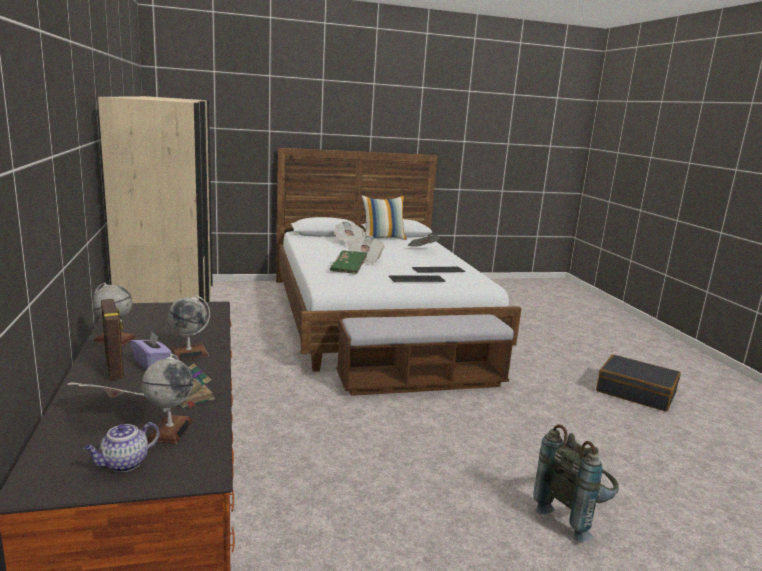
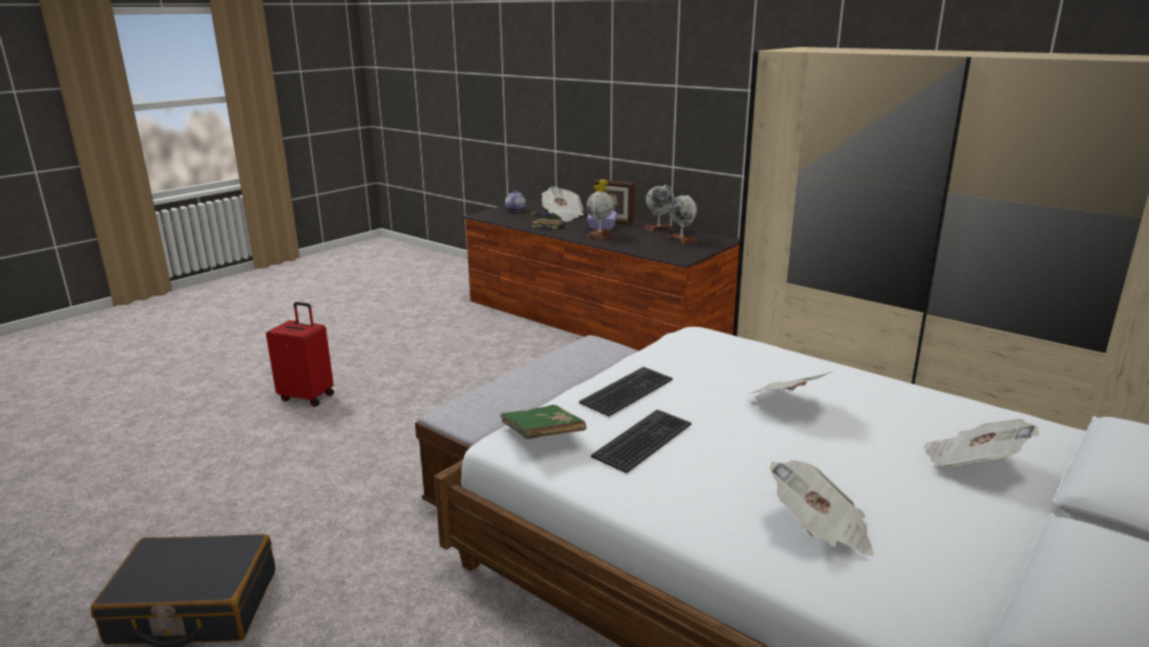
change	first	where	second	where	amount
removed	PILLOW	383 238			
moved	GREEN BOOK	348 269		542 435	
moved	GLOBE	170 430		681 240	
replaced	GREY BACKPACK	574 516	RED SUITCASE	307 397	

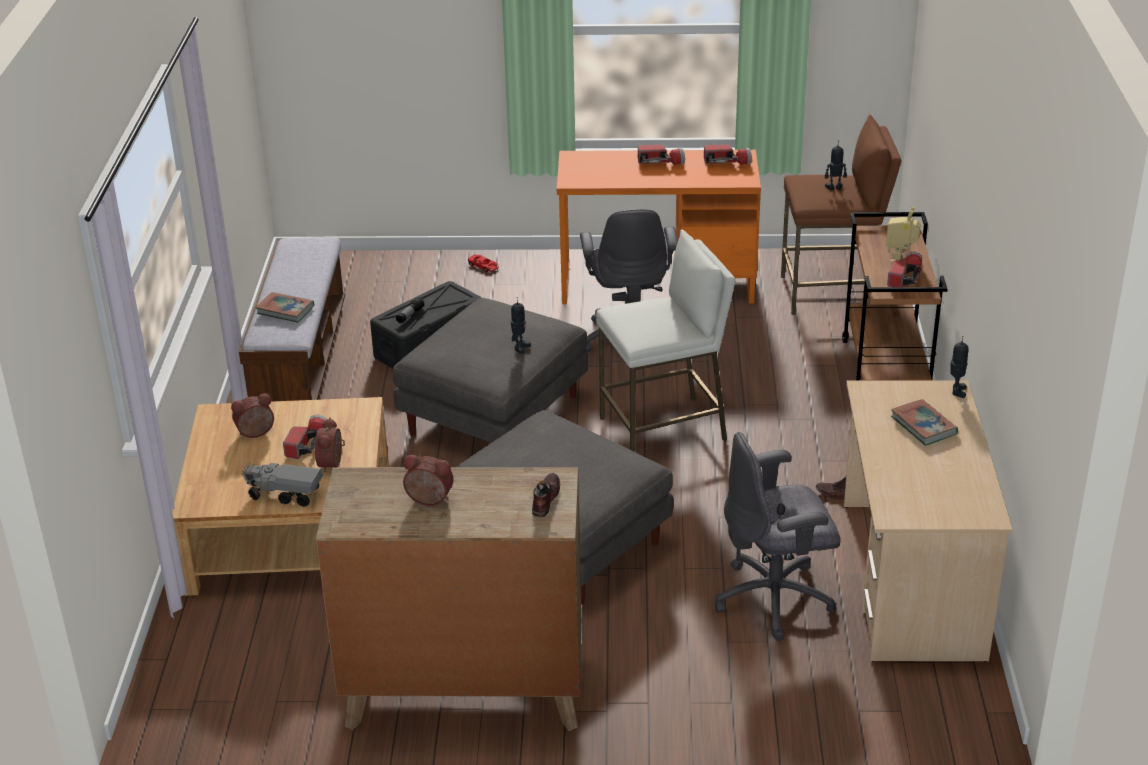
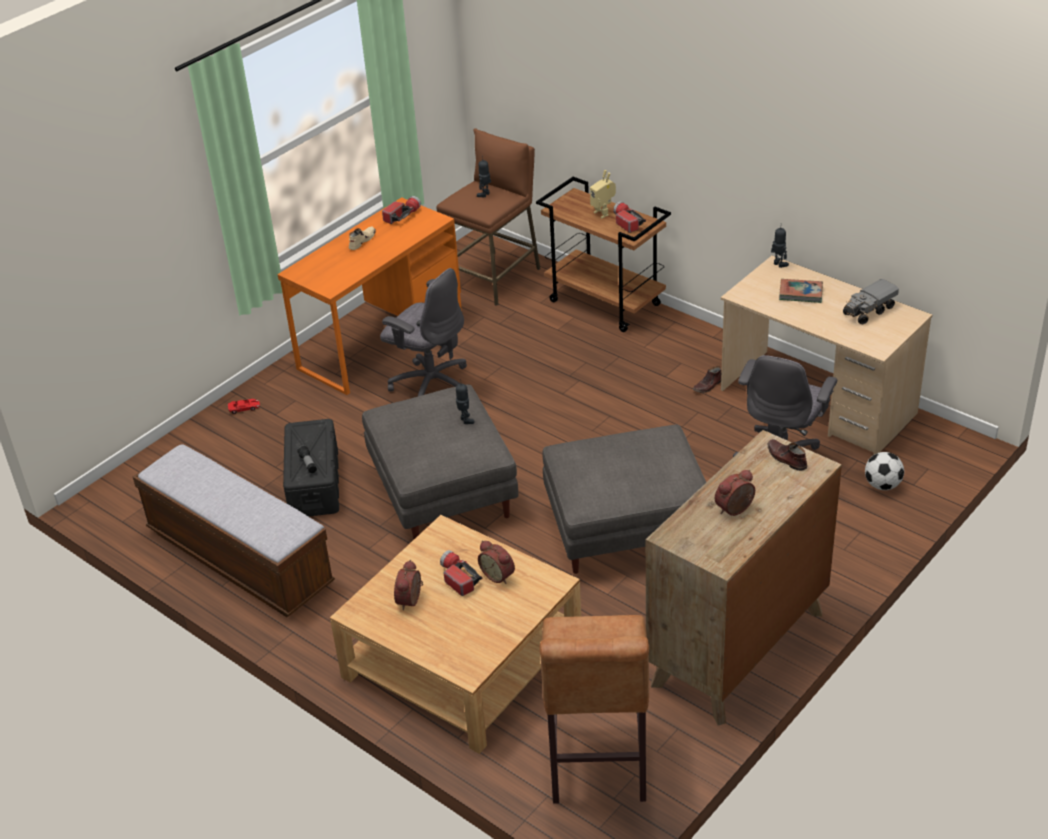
change	first	where	second	where	amount
replaced	FLASHLIGHT	660 163	BEIGE SHOE	362 241	
removed	WHITE STOOL	663 429			
removed	BOOK	285 310			
moved	TOY TRUCK	284 494		868 311	
added			FOOTBALL	882 485	
added			BROWN STOOL	597 767	

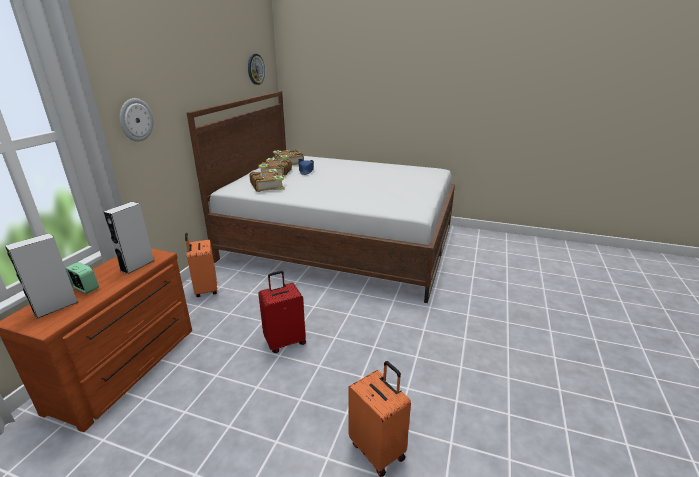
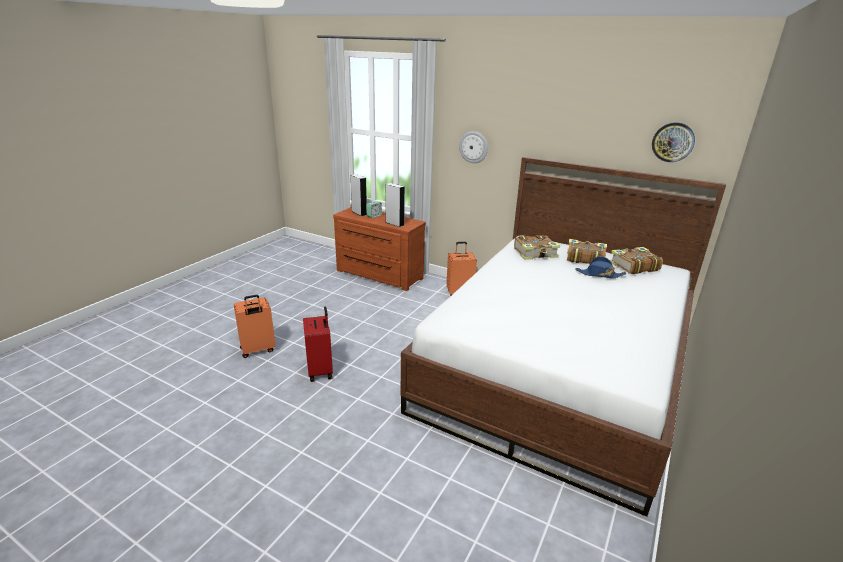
change	first	where	second	where	amount
moved	RED SUITCASE	285 341		321 371	

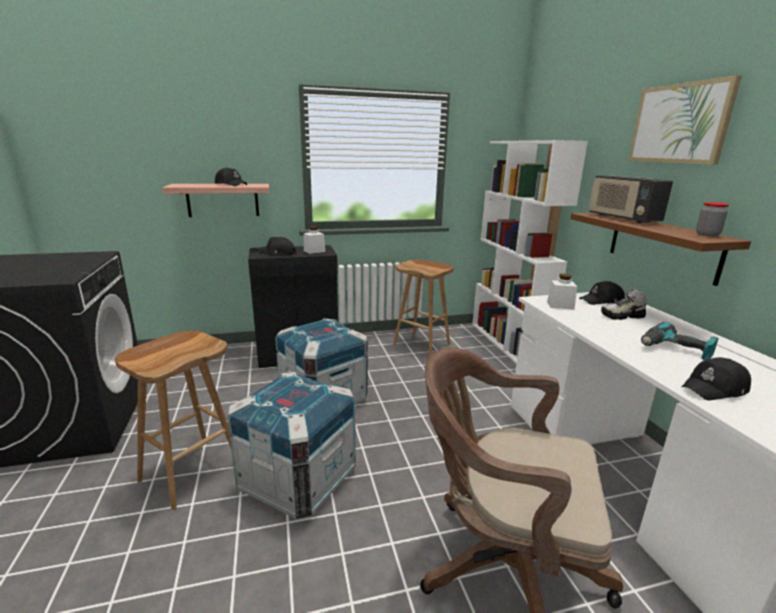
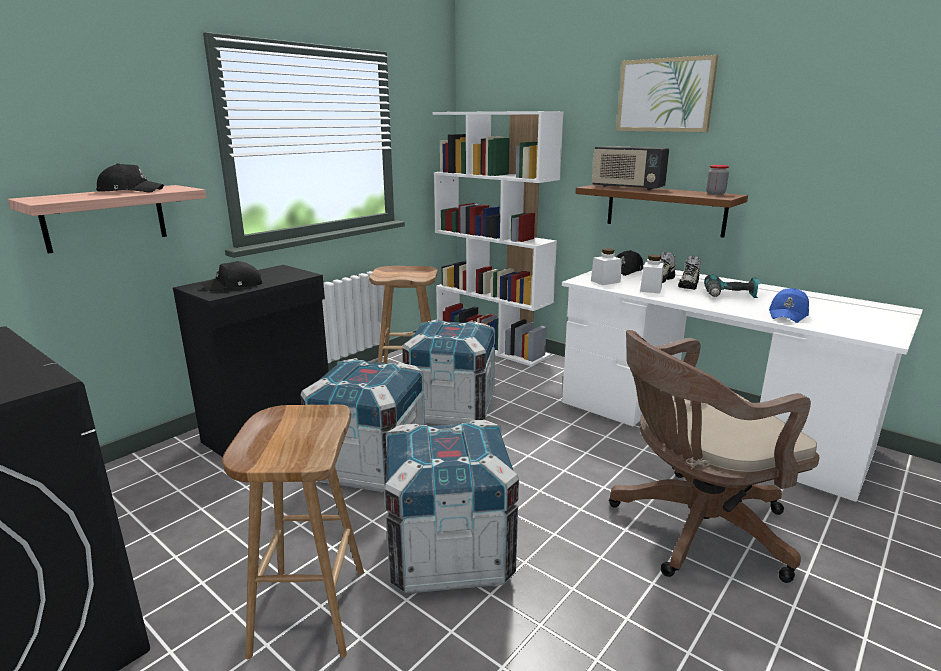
change	first	where	second	where	amount
moved	WHITE JAR	314 251		651 289	
recoloured	BLACK CAP	715 389	BLUE CAP	788 314	
added			SHOE	689 285	
added			CRATE	451 408	

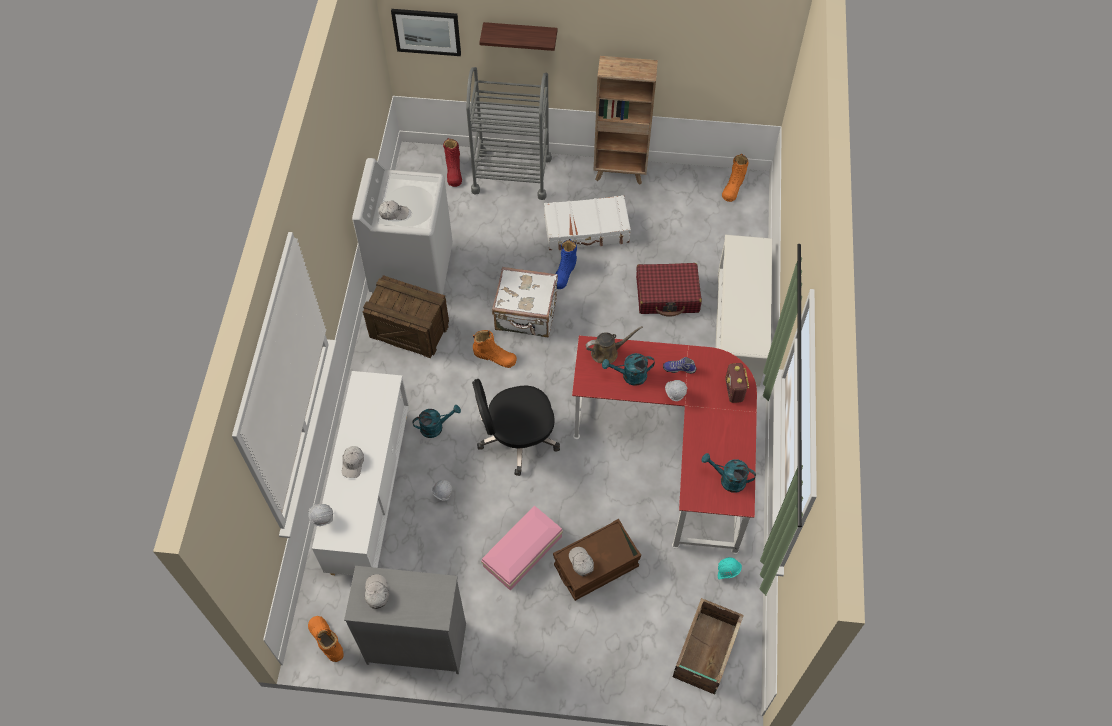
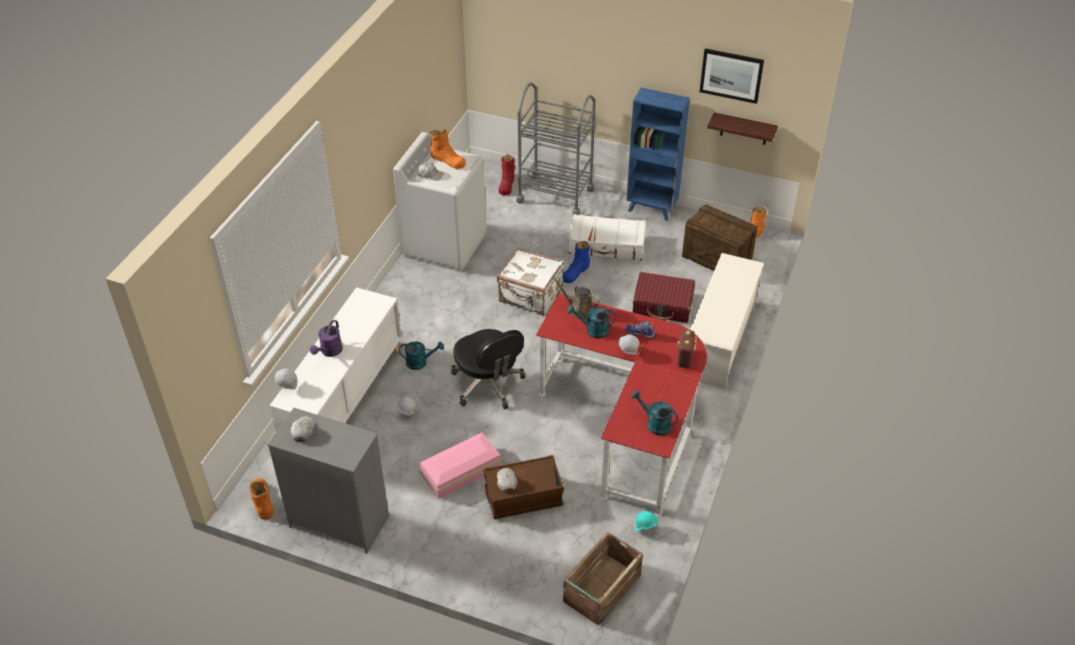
change	first	where	second	where	amount
moved	PICTURE	426 31		731 75	
moved	SHELF	520 35		744 129	
recoloured	BROWN BOOKCASE	620 172	BLUE BOOKCASE	652 209	
moved	CRATE	410 330		717 258	
turned	BROWN WATERING CAN	607 352		579 310	150 degrees counterclockwise
moved	ORANGE BOOT	495 357		448 160	
turned	BLACK OFFICE CHAIR	517 438		488 385	120 degrees counterclockwise
replaced	WHITE CAP	353 463	PURPLE WATERING CAN	329 352	

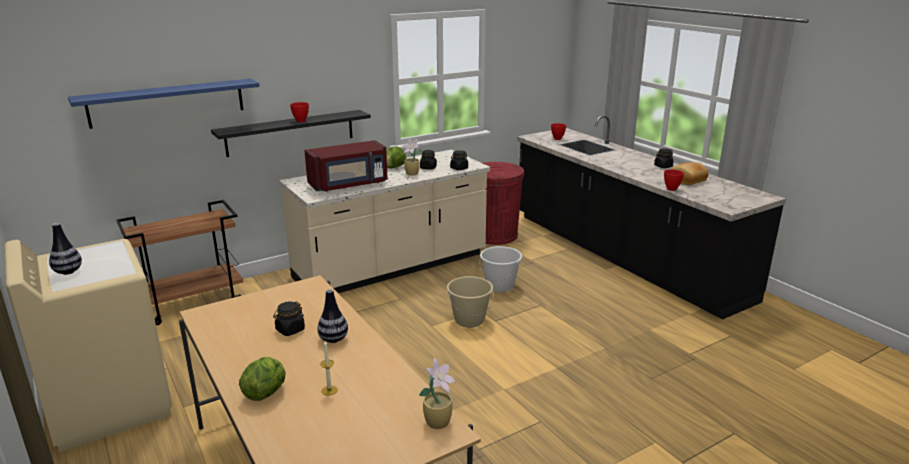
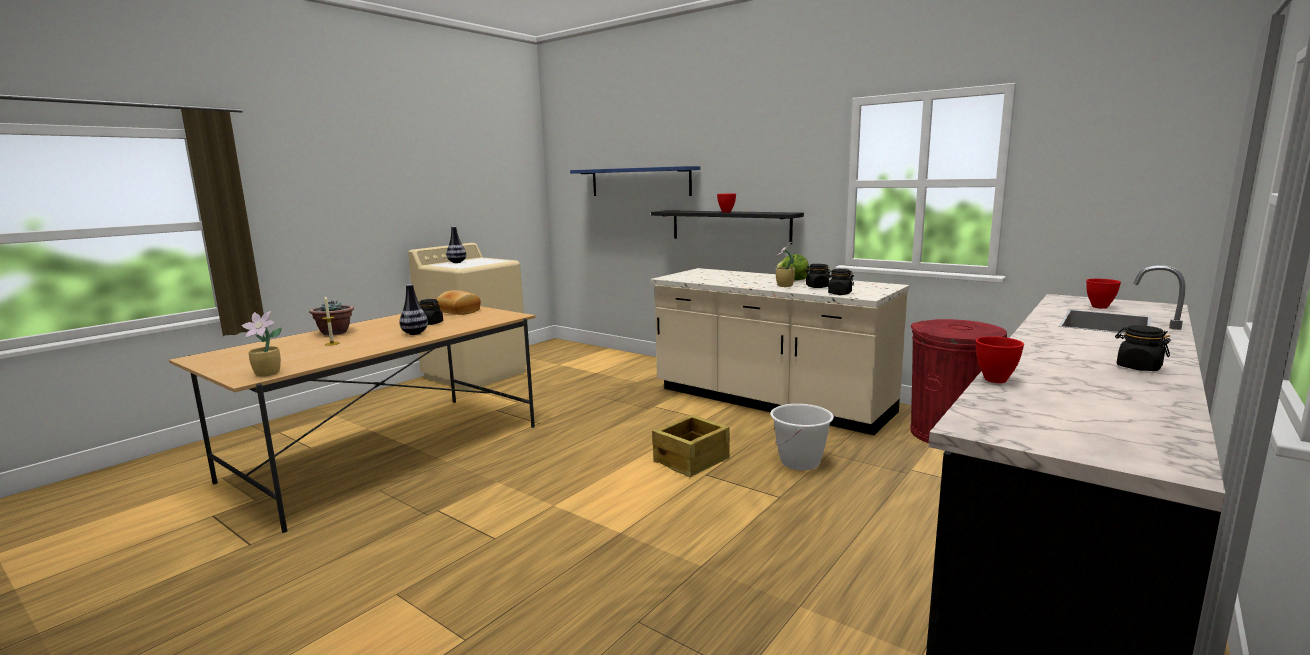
change	first	where	second	where	amount
removed	RED MICROWAVE	349 185			
moved	BREAD	688 180		458 312	
removed	BROWN CART	193 303			
replaced	BEIGE BUCKET	469 320	CRATE	692 460	
replaced	LETTUCE	266 392	POTTED PLANT	335 332	

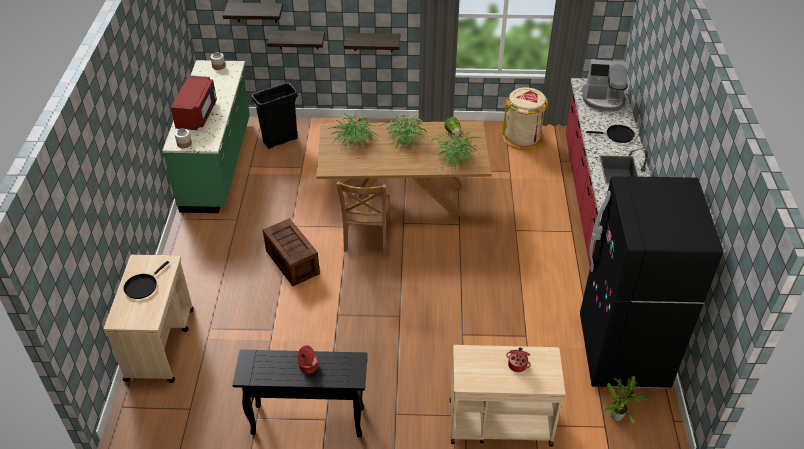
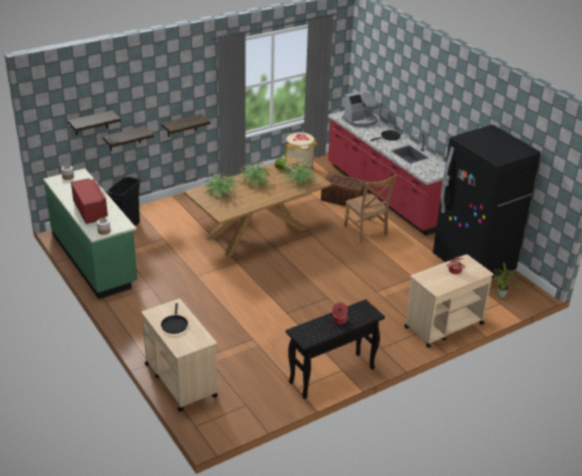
change	first	where	second	where	amount
moved	BROWN CHAIR	366 239		366 231	
moved	CRATE	292 261		342 199	

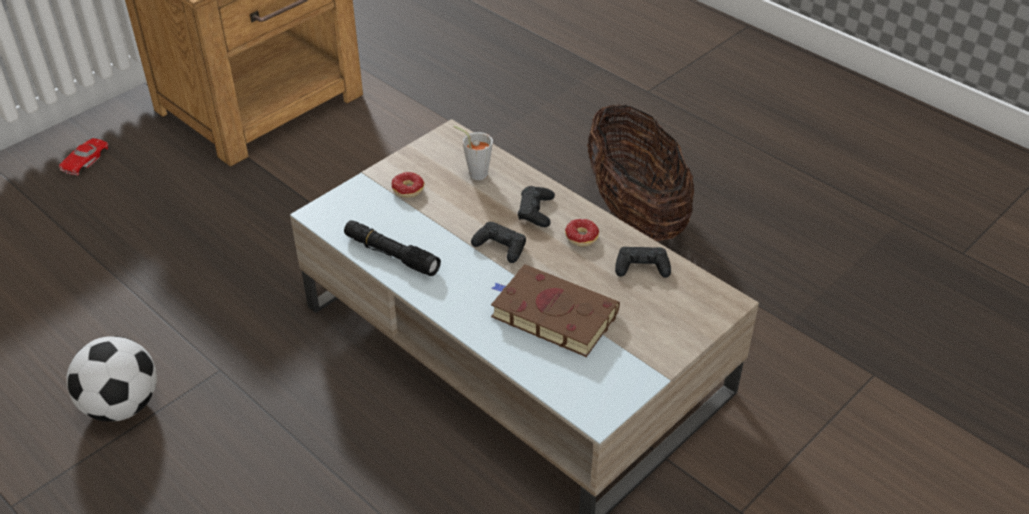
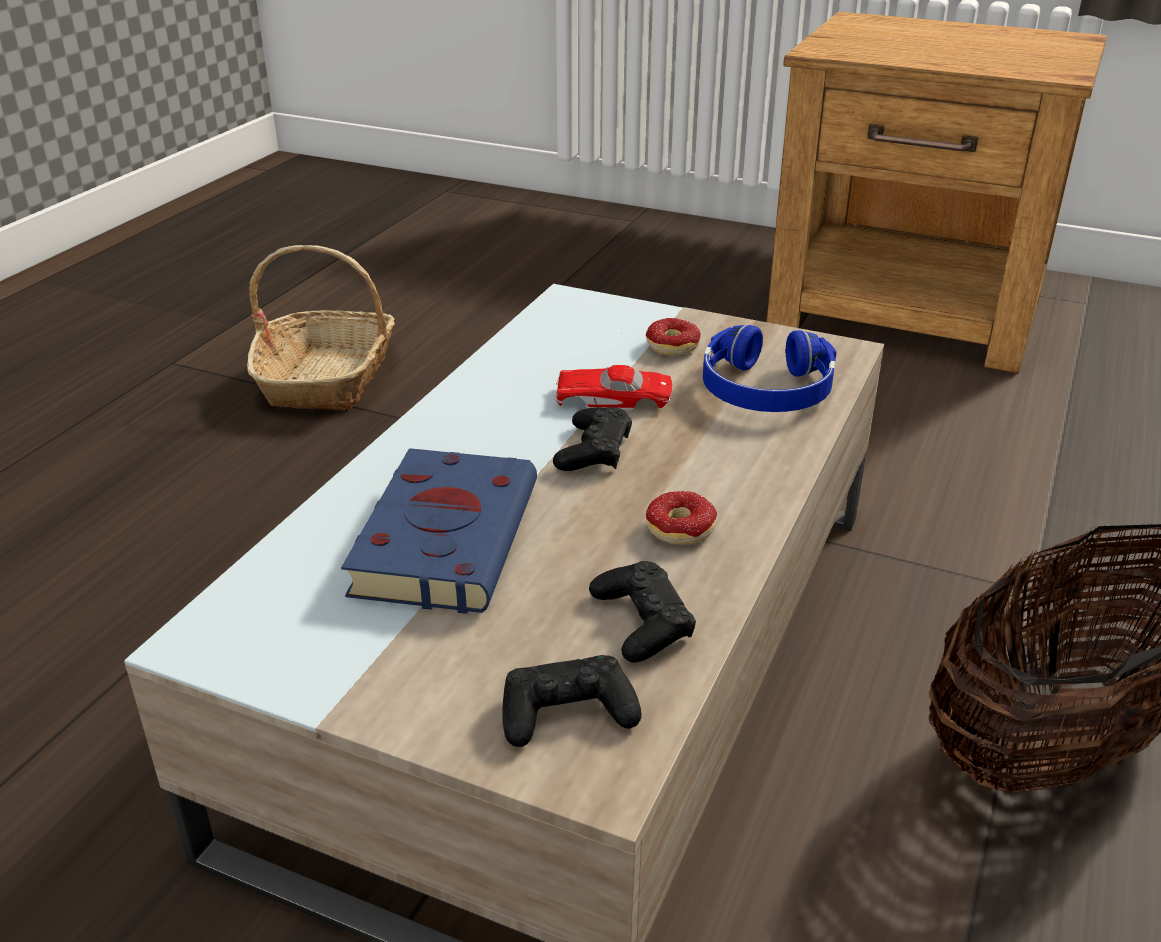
change	first	where	second	where	amount
replaced	GREY CUP	474 172	BLUE HEADPHONES	766 389	
moved	RED TOY CAR	85 160		613 397	
moved	BLACK GAME CONTROLLER	536 211		567 712	
removed	BLACK FLASHLIGHT	391 254			
recoloured	BROWN BOOK	551 314	BLUE BOOK	447 536	
replaced	FOOTBALL	122 405	BASKET	329 378	

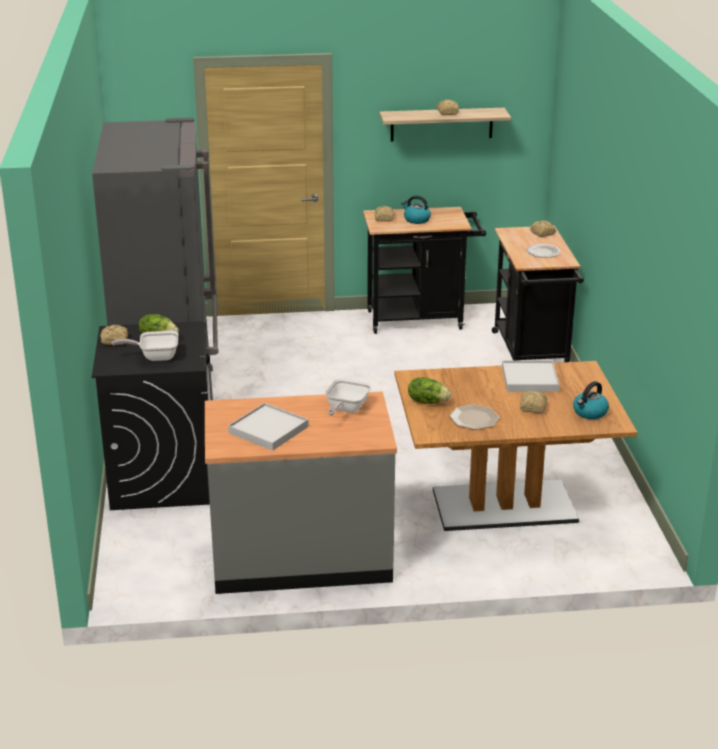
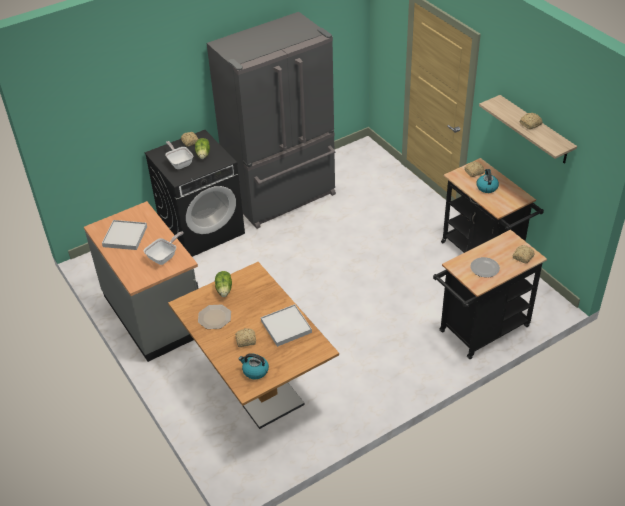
change	first	where	second	where	amount
turned	FRYING PAN	345 410		164 257	135 degrees clockwise

